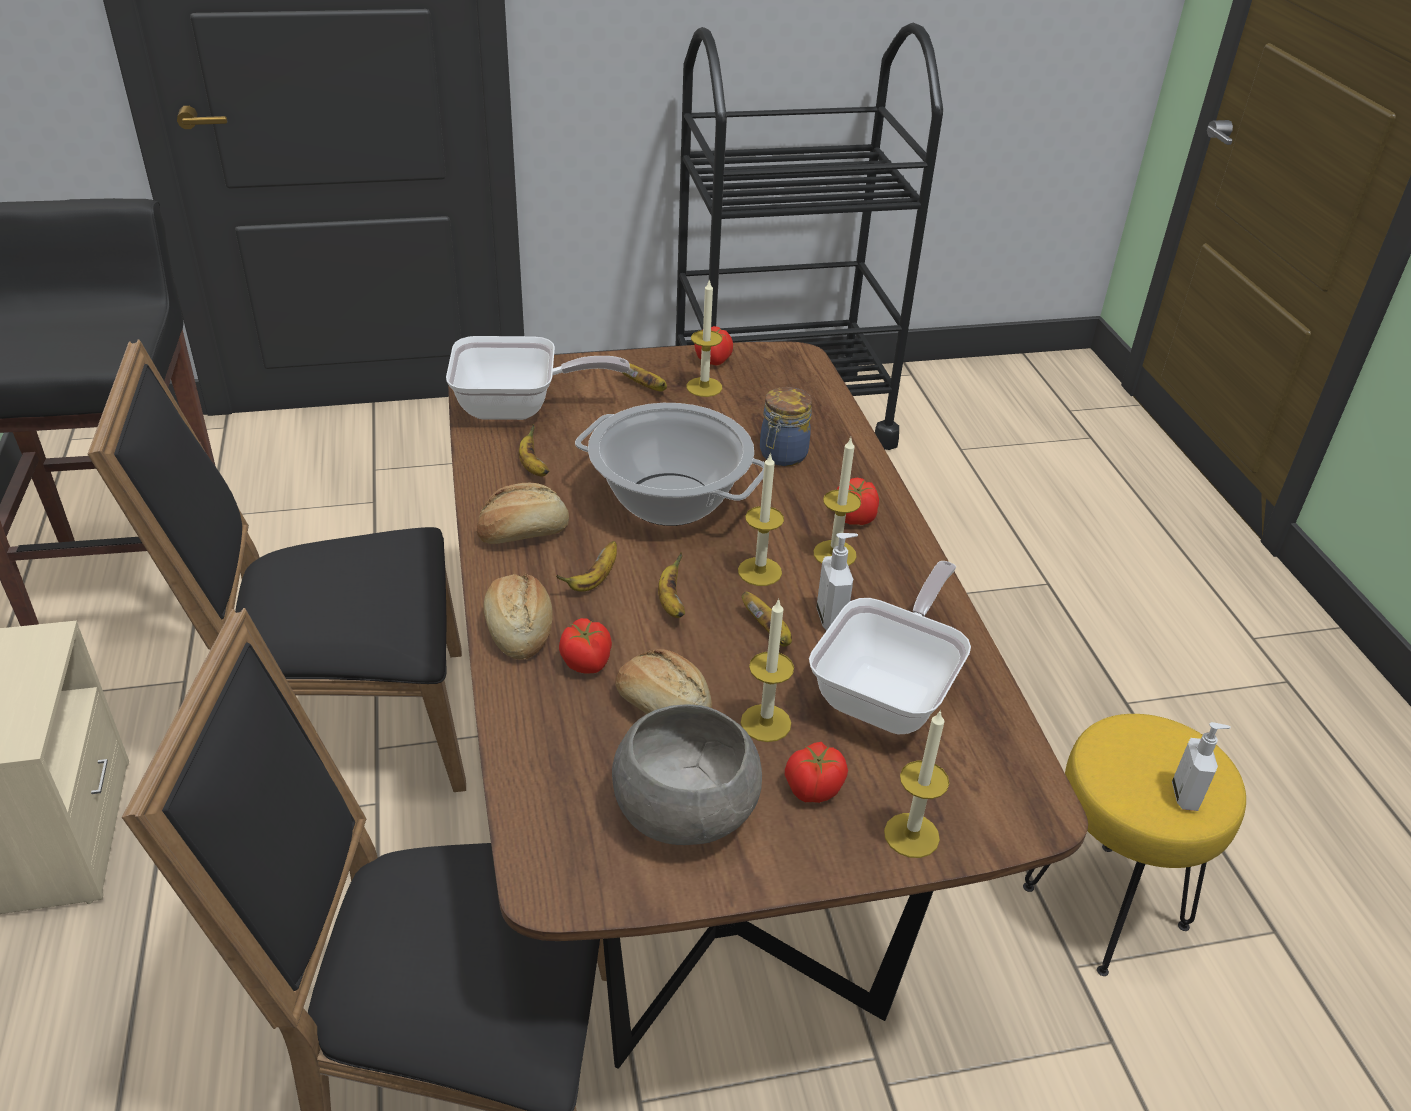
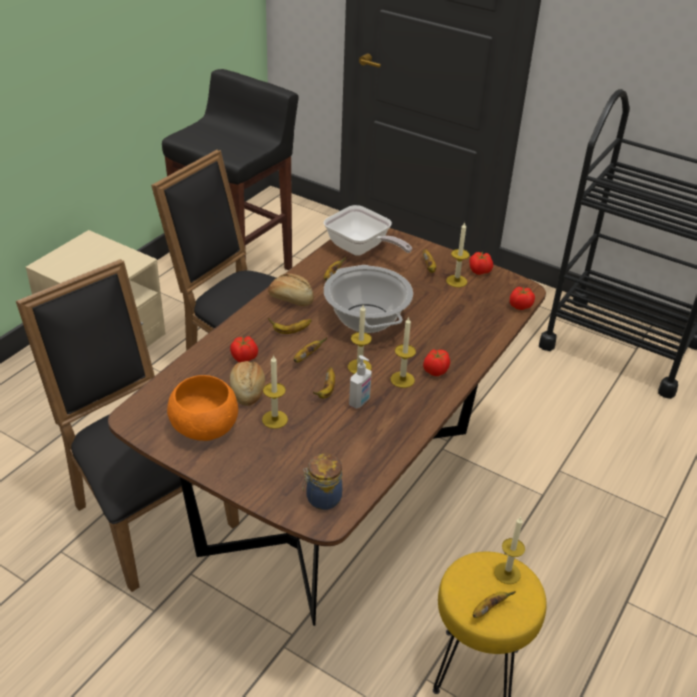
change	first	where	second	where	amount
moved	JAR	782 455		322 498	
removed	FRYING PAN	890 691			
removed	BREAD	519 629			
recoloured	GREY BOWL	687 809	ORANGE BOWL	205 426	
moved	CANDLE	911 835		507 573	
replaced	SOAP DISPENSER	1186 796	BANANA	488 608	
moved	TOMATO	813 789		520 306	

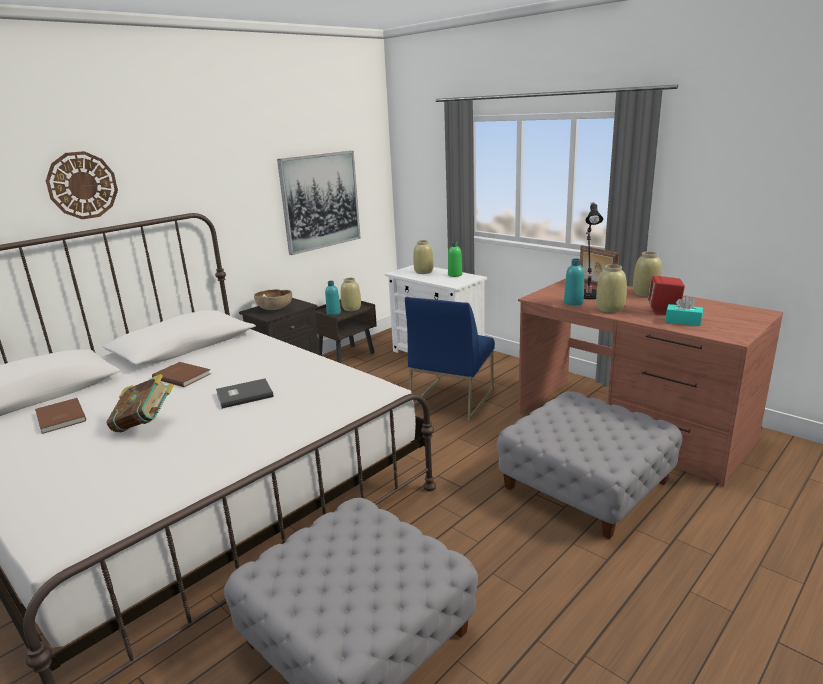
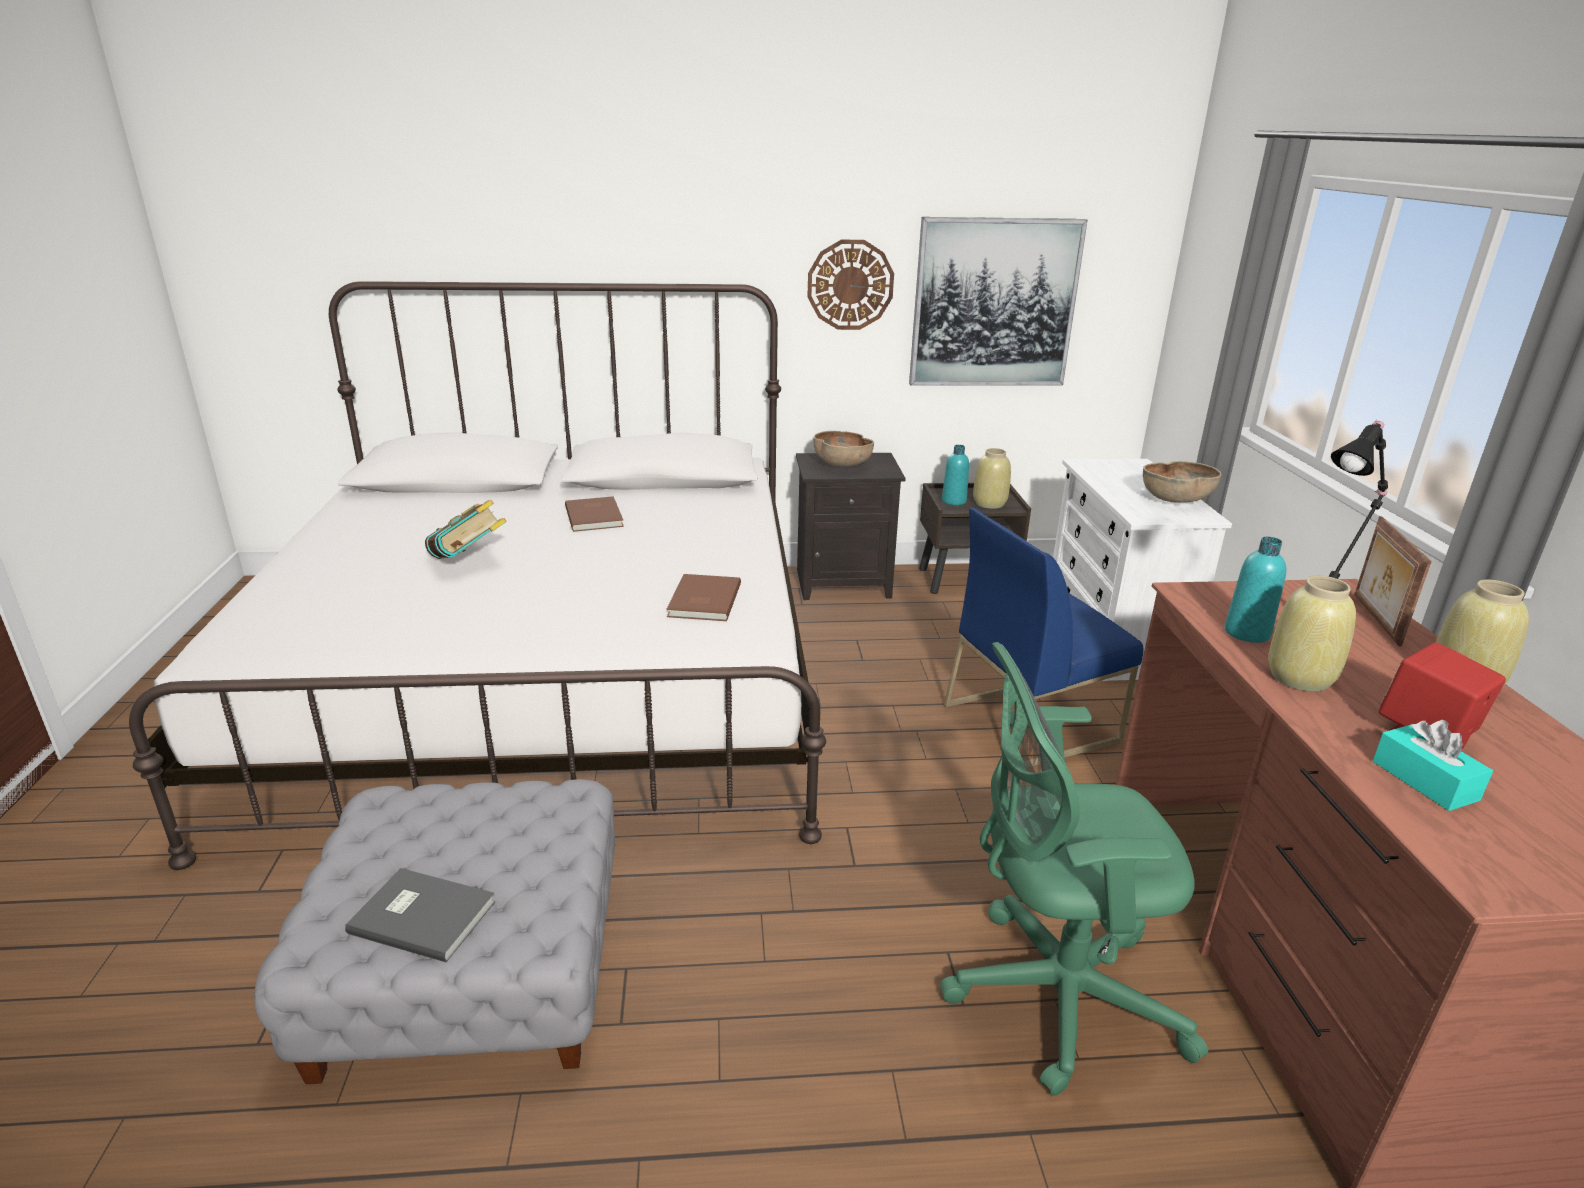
change	first	where	second	where	amount
moved	WALL CLOCK	82 185		850 285	
removed	BEIGE VASE	423 272			
replaced	GREEN BOTTLE	455 275	BROWN BOWL	1176 500	
moved	GREY BOOK	243 395		423 915	
replaced	GREY OTTOMAN	585 485	GREEN OFFICE CHAIR	1052 995	
moved	BROWN BOOK	59 418		702 601	

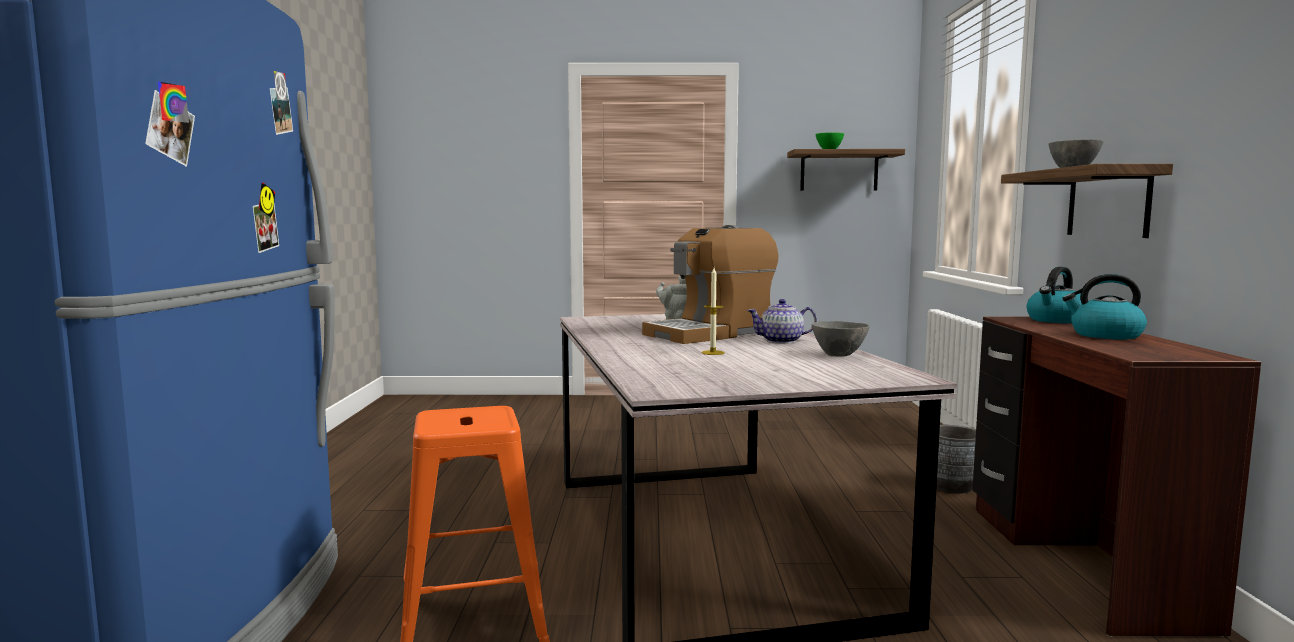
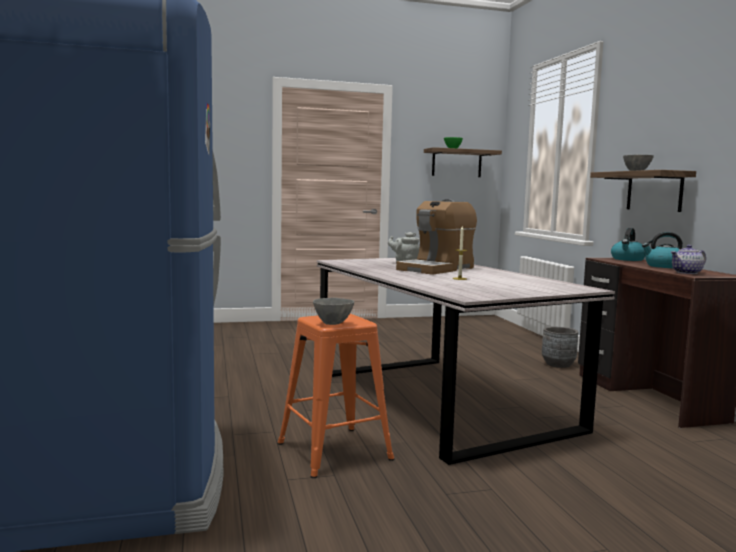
change	first	where	second	where	amount
moved	TEAPOT	782 341		687 272	
moved	GREY BOWL	839 355		333 323	

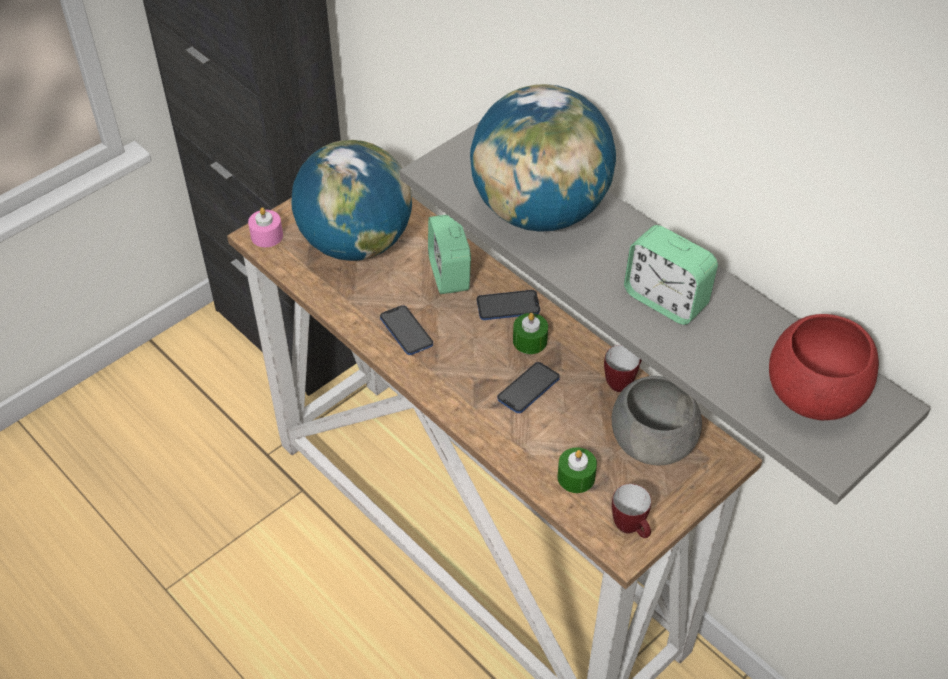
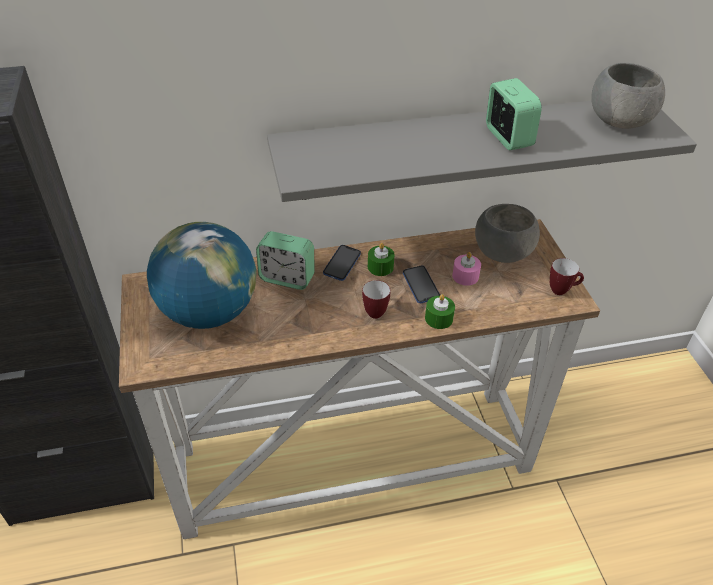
change	first	where	second	where	amount
removed	GLOBE	540 212			
moved	PINK CANDLE	267 236		465 276	
turned	ALARM CLOCK	665 300		508 137	90 degrees counterclockwise
removed	PHONE	406 331			
recoloured	RED BOWL	815 396	GREY BOWL	619 121	
moved	MUG	621 382		374 311	
moved	GREEN CANDLE	576 477		439 318	

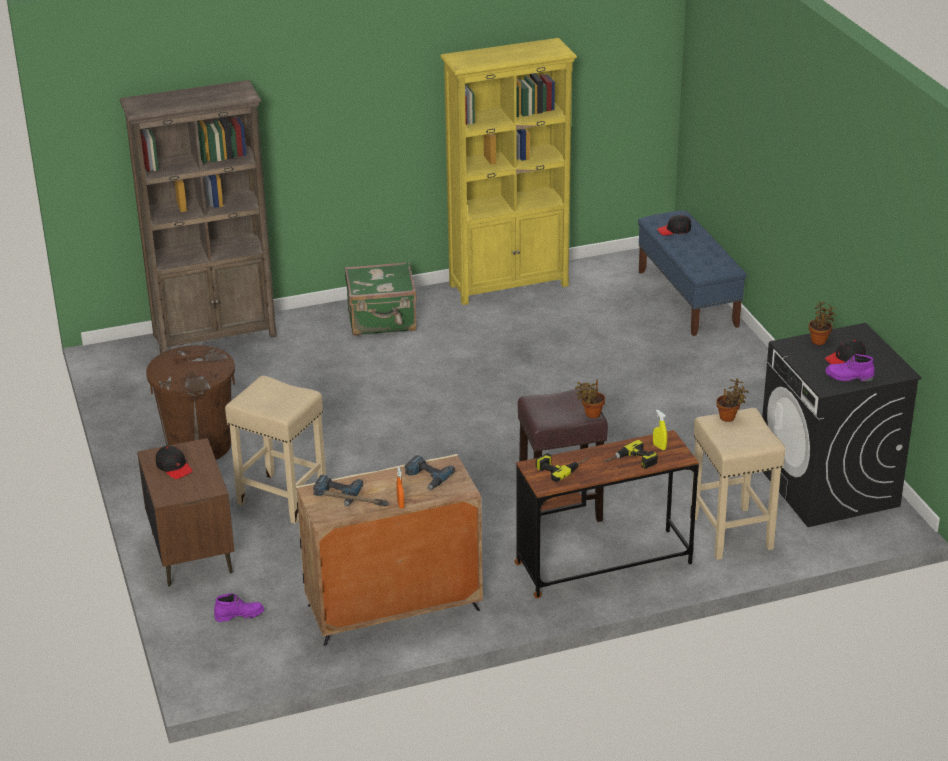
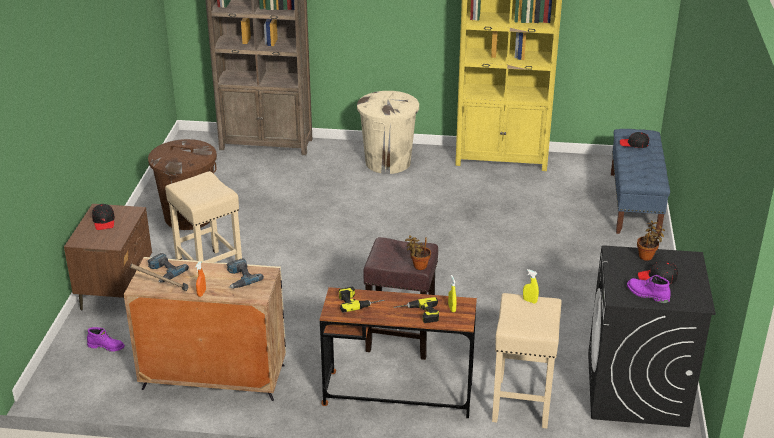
change	first	where	second	where	amount
replaced	GREEN SUITCASE	382 320	BEIGE TRASH CAN	388 162	
replaced	POTTED PLANT	729 417	YELLOW SPRAY BOTTLE	530 301	

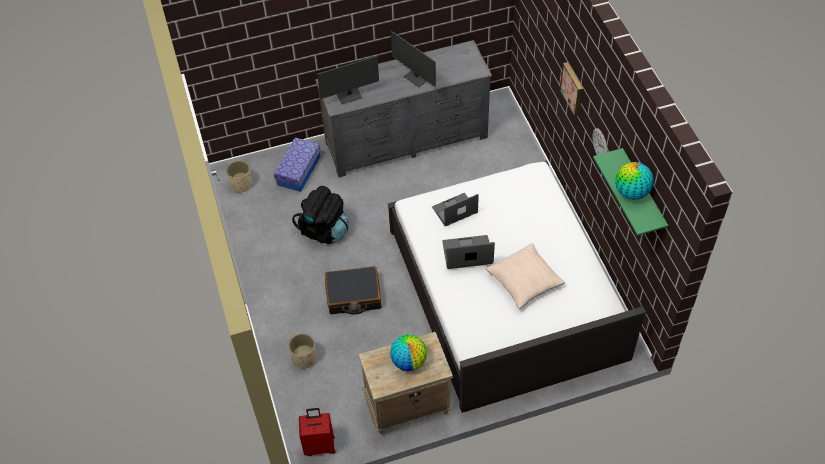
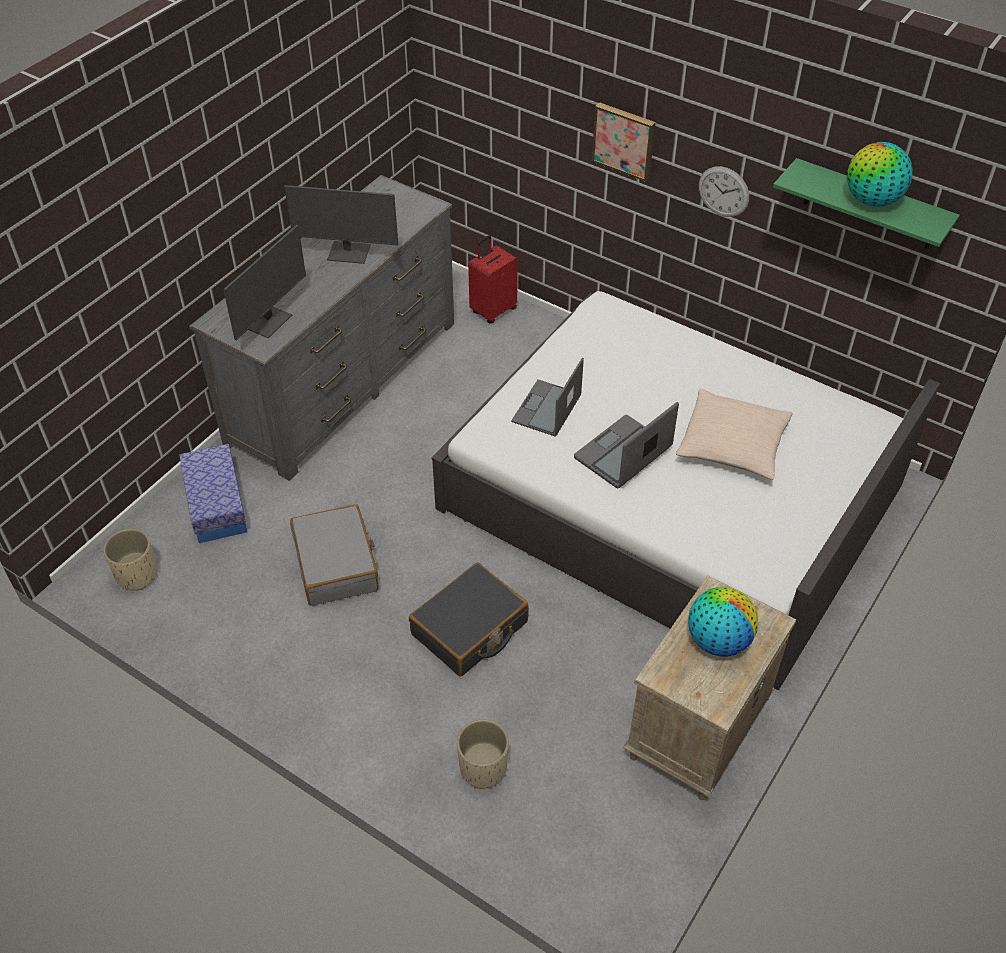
change	first	where	second	where	amount
replaced	BLACK BACKPACK	324 230	GREY SUITCASE	336 564	
moved	RED SUITCASE	319 445		493 310	

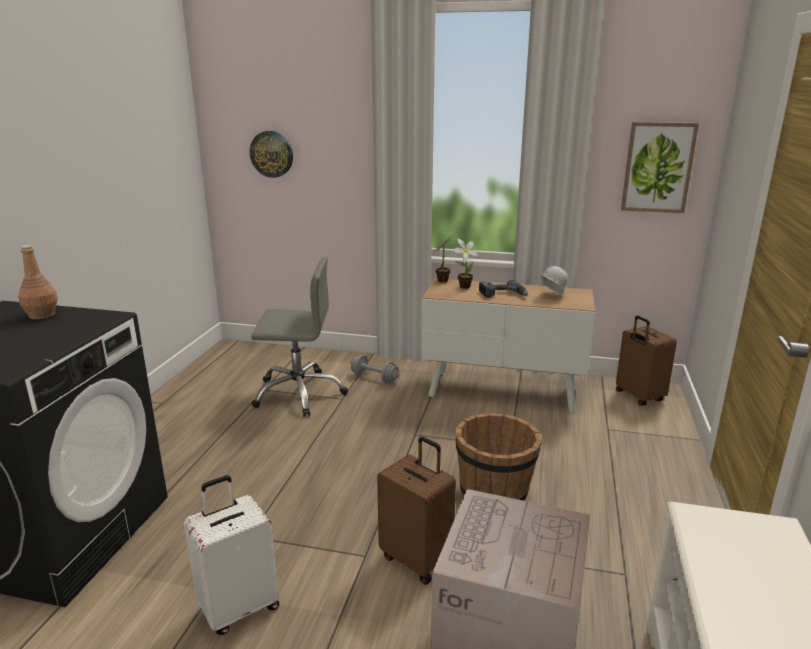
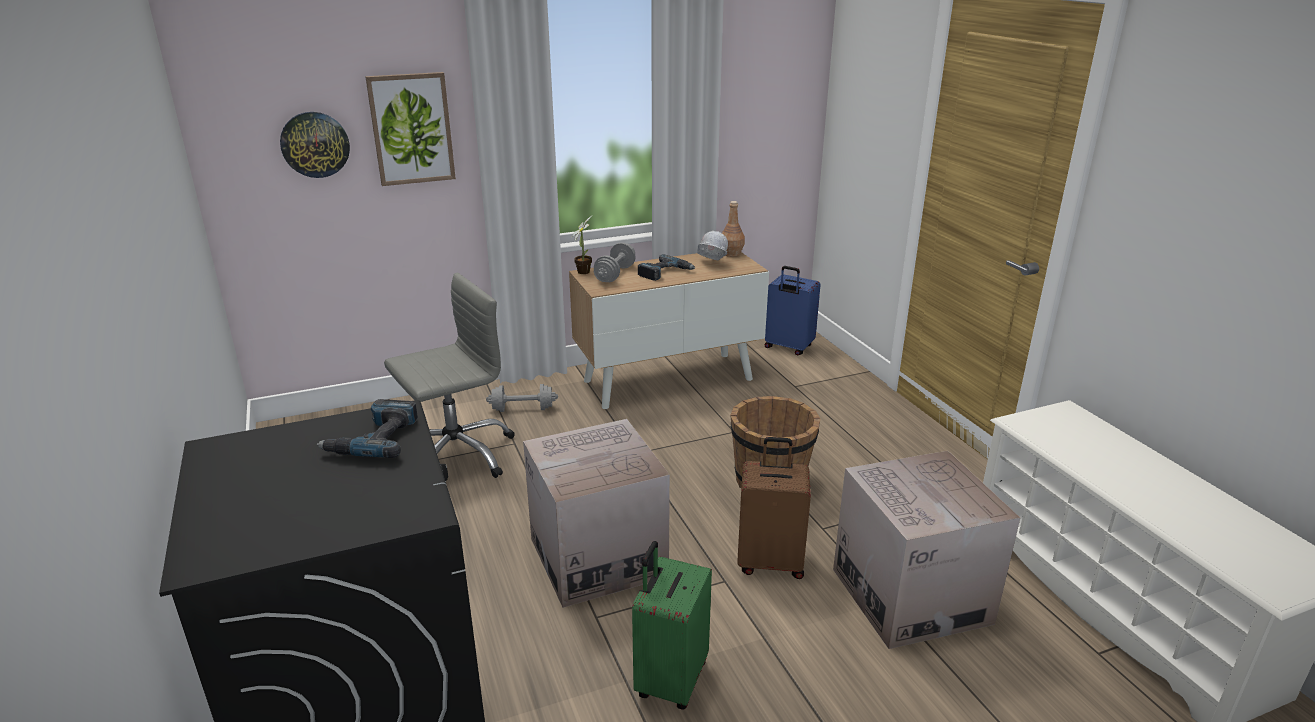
change	first	where	second	where	amount
moved	PICTURE	658 167		411 129	
replaced	POTTED PLANT	462 287	GREY DUMBBELL	615 274	
moved	BROWN BOTTLE	42 315		732 253	
recoloured	BROWN SUITCASE	638 397	BLUE SUITCASE	788 347	
recoloured	WHITE SUITCASE	239 607	GREEN SUITCASE	670 680	
added			POWER DRILL	374 438	
added			CARDBOARD BOX	598 557	

